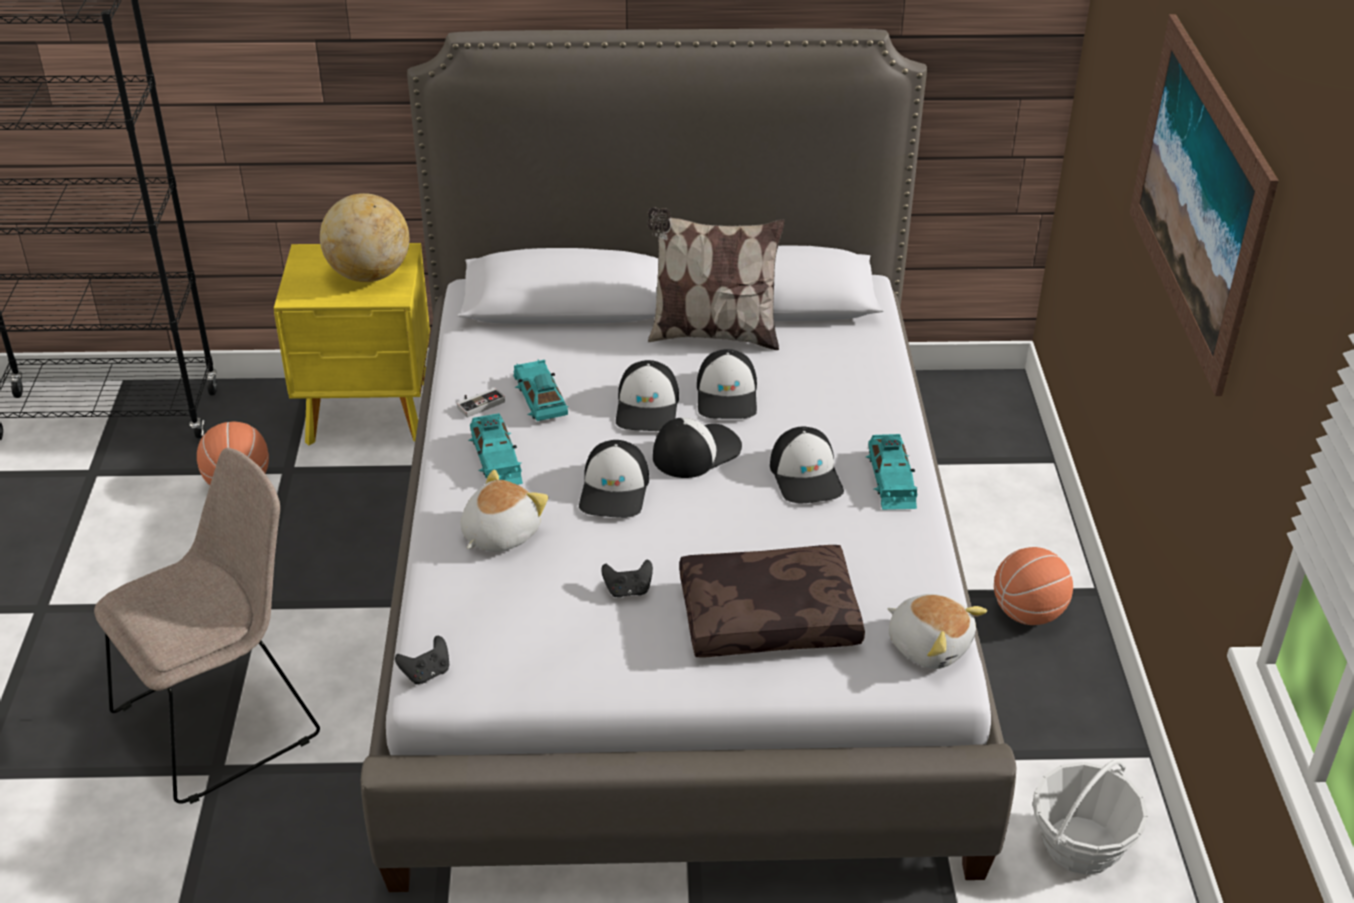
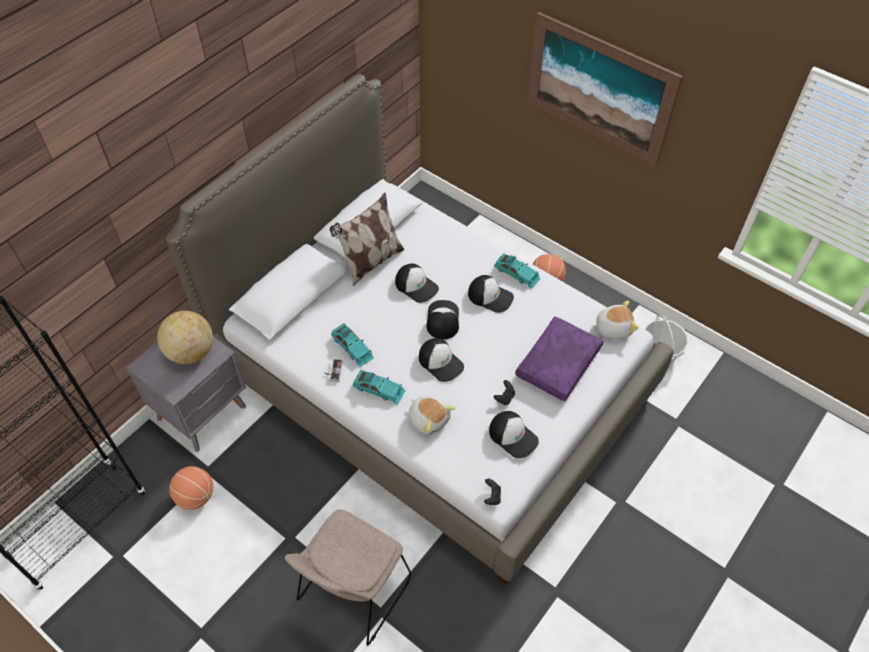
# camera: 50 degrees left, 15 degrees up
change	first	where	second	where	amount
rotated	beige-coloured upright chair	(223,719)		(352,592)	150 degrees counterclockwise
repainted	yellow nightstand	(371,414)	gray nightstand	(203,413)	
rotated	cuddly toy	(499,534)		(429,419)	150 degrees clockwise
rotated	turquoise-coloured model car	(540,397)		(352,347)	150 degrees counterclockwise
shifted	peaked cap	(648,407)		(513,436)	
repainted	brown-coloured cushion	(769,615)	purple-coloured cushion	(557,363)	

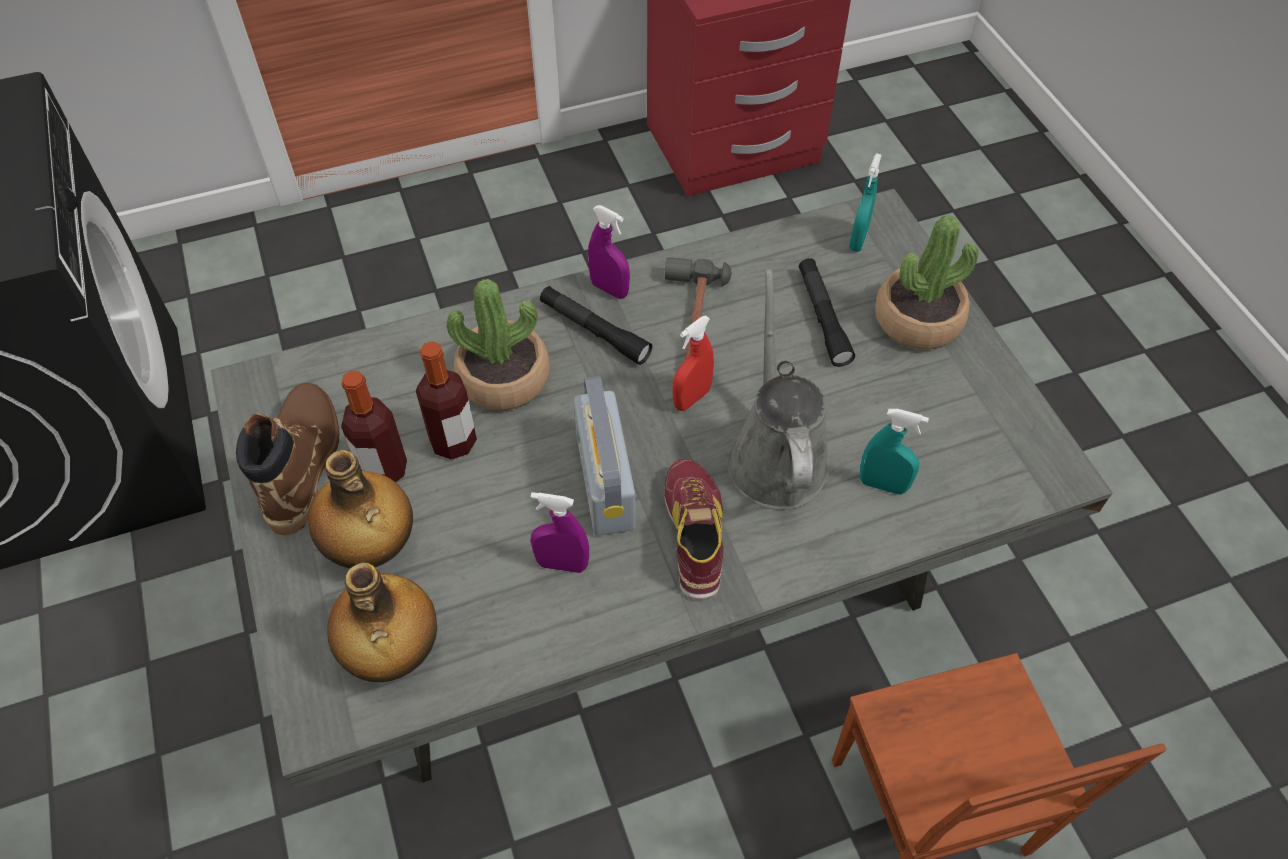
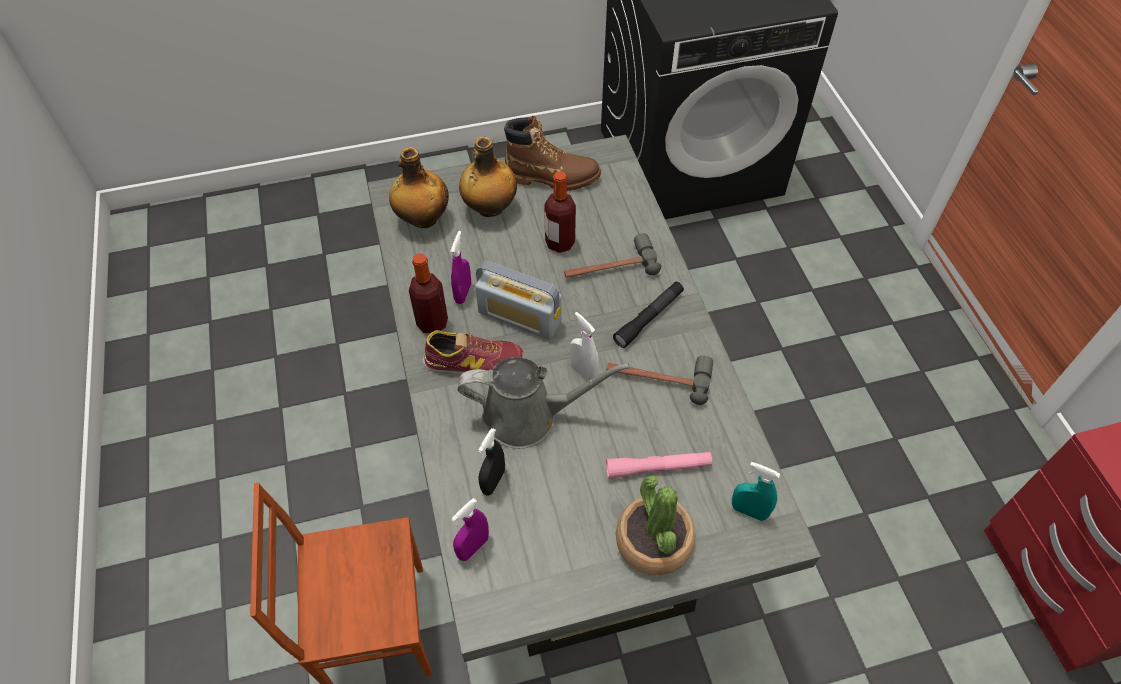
# camera: 95 degrees right, 0 degrees up
change	first	where	second	where	amount
shifted	beverage bottle	(384,470)		(432,323)	
swapped	houseplant	(504,378)	hammer	(609,268)	
rotated	radio	(605,481)		(519,317)	150 degrees counterclockwise
shifted	purple-coloured sprayer	(609,289)		(473,547)	
repainted	reddish sprayer	(691,398)	white sprayer	(583,371)	
repainted	black-coloured flashlight	(823,318)	pink-coloured flashlight	(658,468)	
repainted	turquoise-coloured sprayer	(883,485)	black-coloured sprayer	(493,481)	

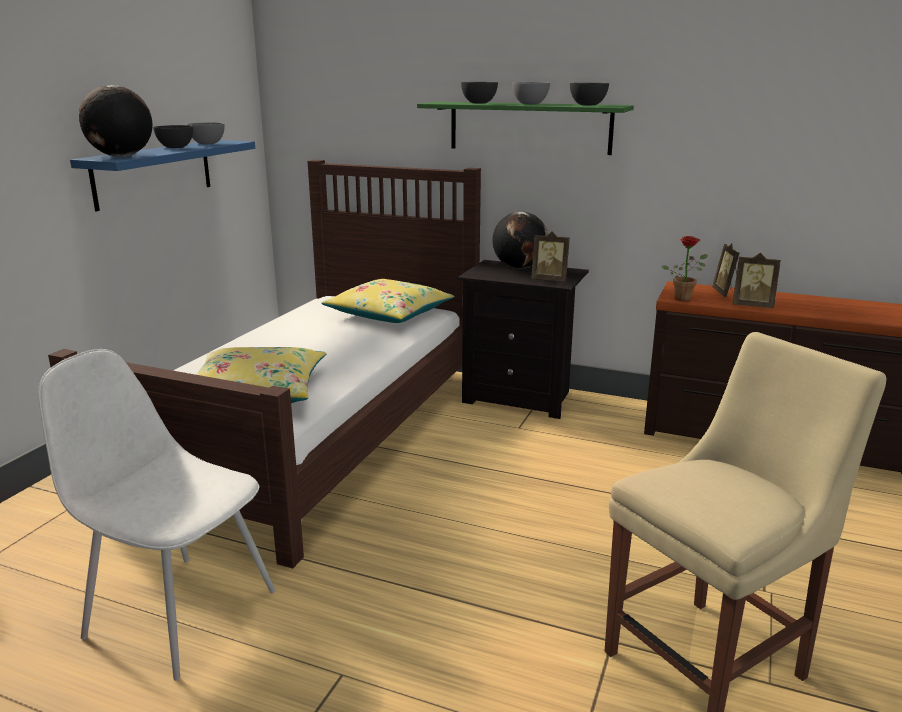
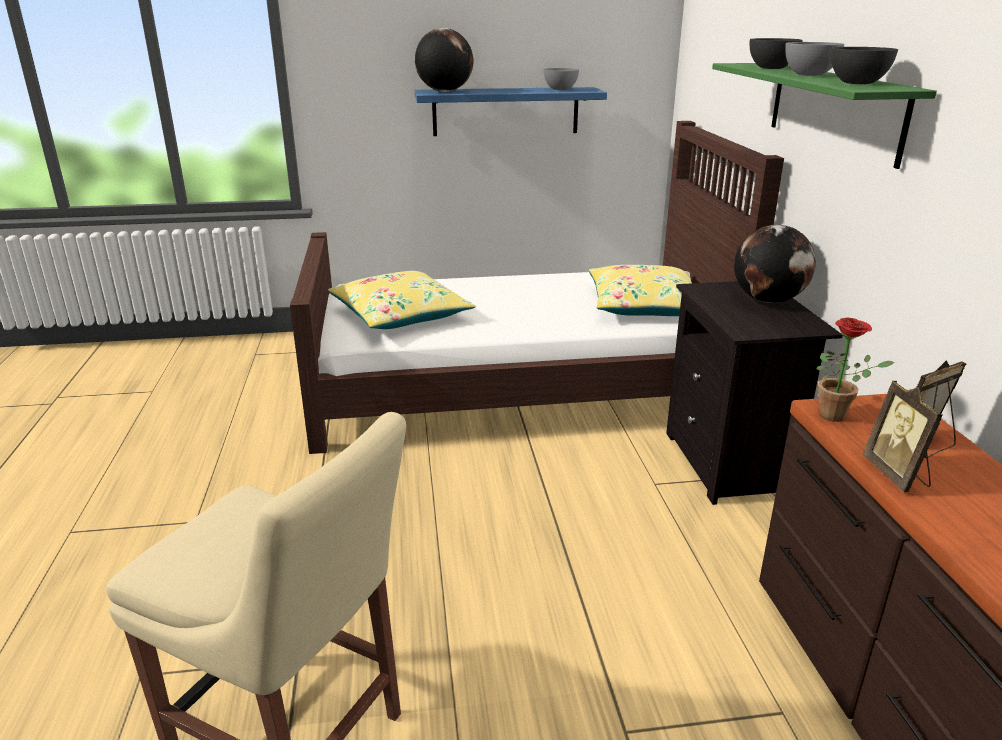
# camera: 60 degrees right, 5 degrees up
change	first	where	second	where	amount
gone	white upright chair	(178,612)			
gone	gray deep dish	(176,147)			
gone	standing frame	(550,280)			

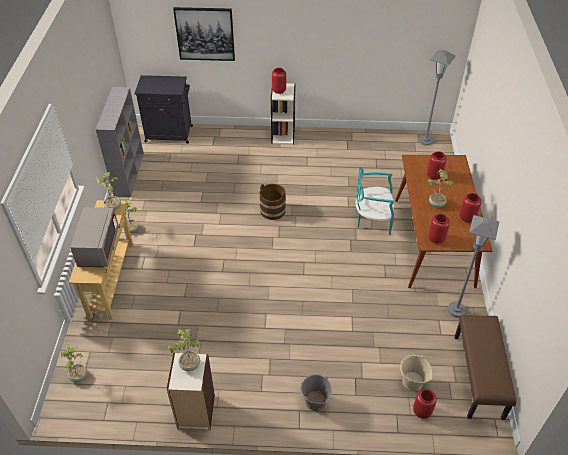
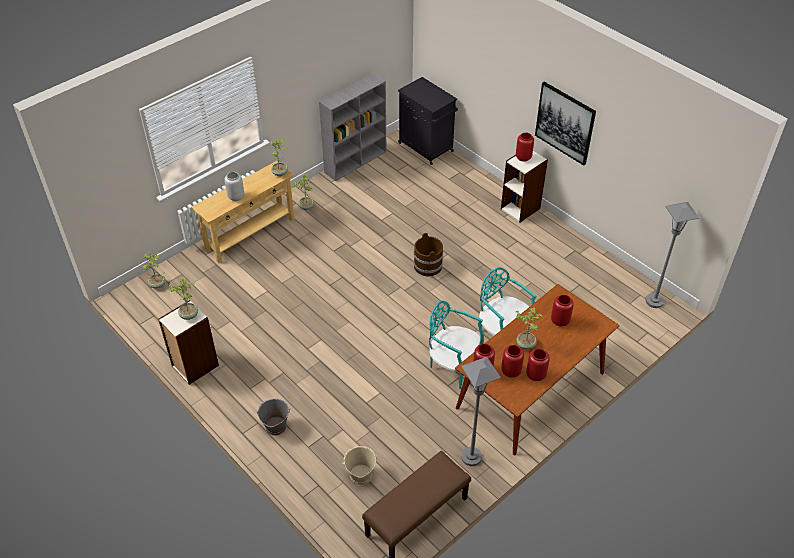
# camera: 45 degrees right, 0 degrees up
change	first	where	second	where	amount
swapped	gray microwave oven	(99,248)	gray decorative vase	(236,196)	
shifted	wall picture	(205,34)		(565,123)	
shifted	reddish decorative vase	(421,411)		(510,371)	
new			turquoise-coloured upright chair	(453,364)	

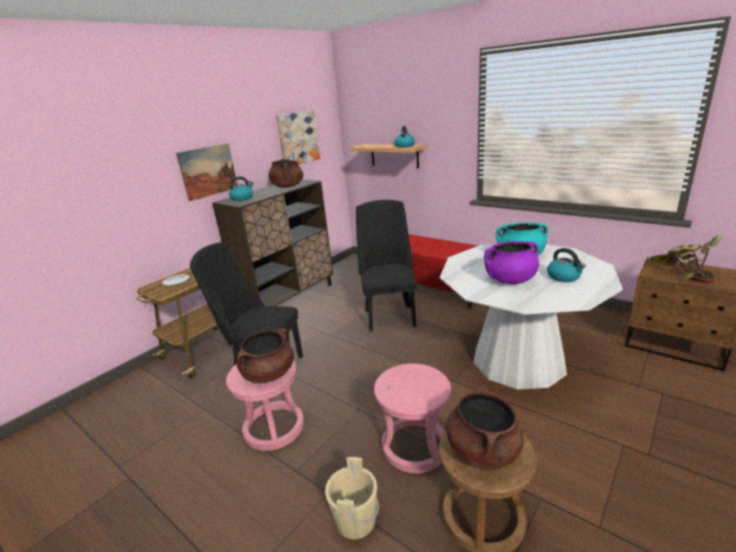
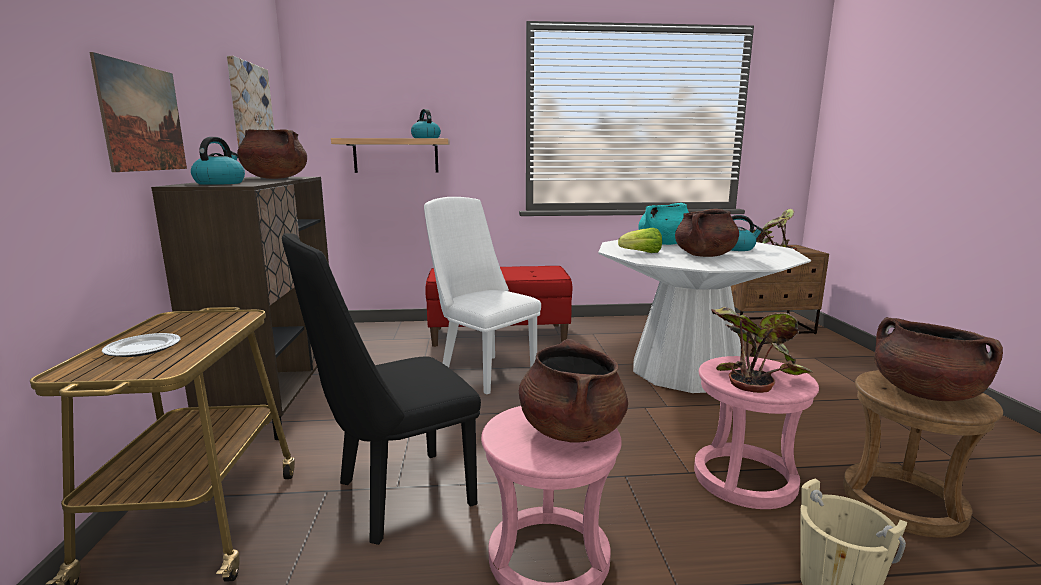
# camera: 45 degrees left, 10 degrees down
change	first	where	second	where	amount
repainted	black-coloured upright chair	(389,315)	white upright chair	(483,371)	
repainted	purple-coloured saucepot	(510,280)	brown-coloured saucepot	(704,255)	
new			lettuce head	(642,253)	
new			houseplant	(752,374)	

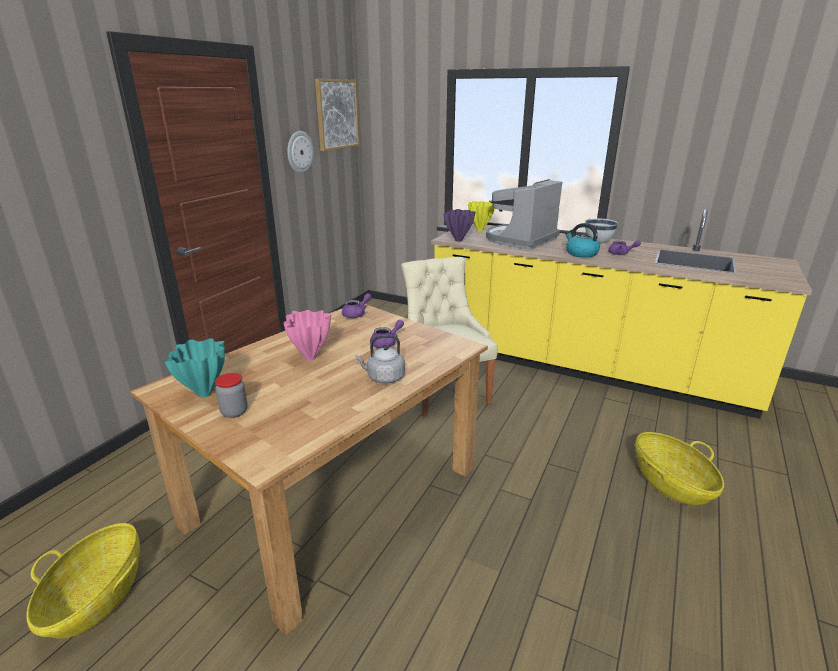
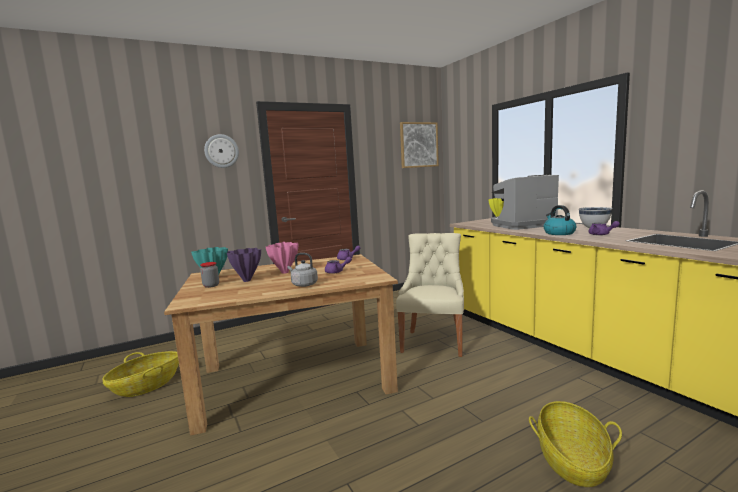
# camera: 35 degrees right, 15 degrees down
change	first	where	second	where	amount
shifted	clock on the wall	(299,152)		(221,151)	
shifted	purple-coloured decorative vase	(459,240)		(247,280)	

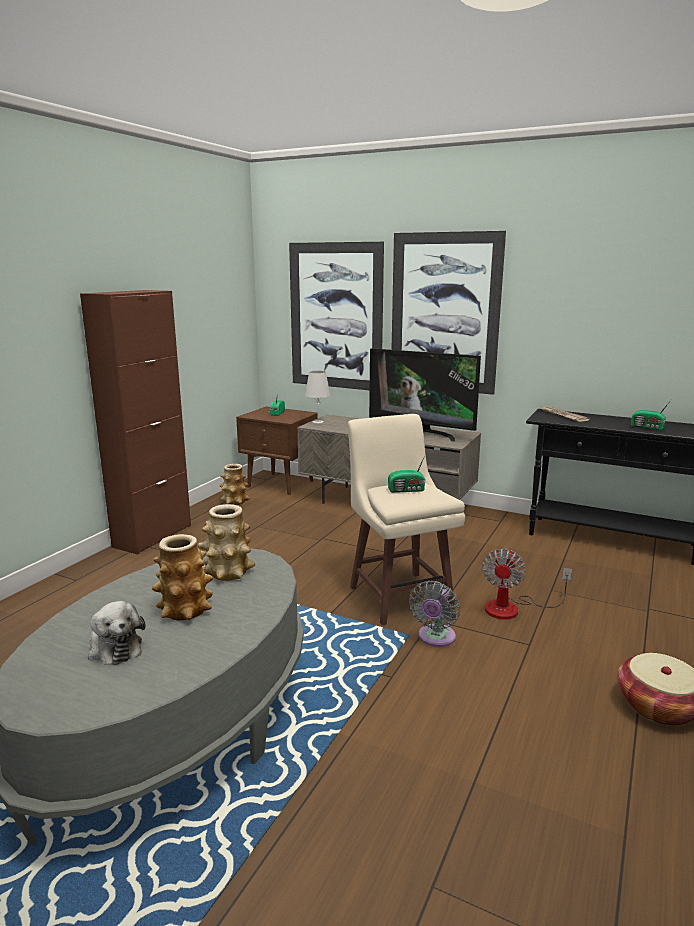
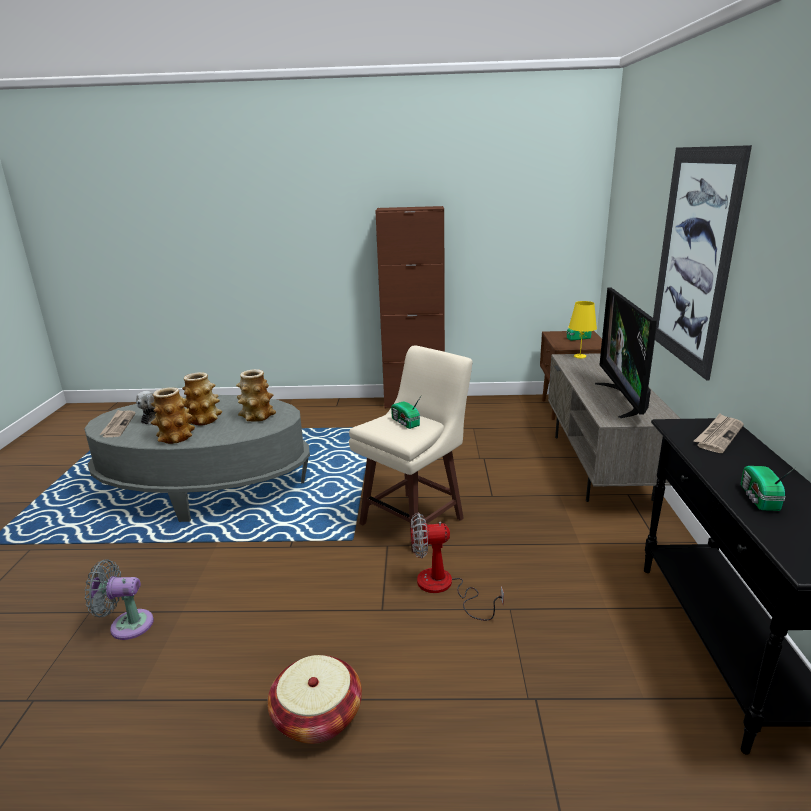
# camera: 65 degrees right, 5 degrees up
change	first	where	second	where	amount
shifted	decorative vase	(234,501)		(176,438)	
gone	wall picture	(335,316)			
repainted	white tabletop lamp	(318,422)	yellow tabletop lamp	(579,356)	
shifted	gray cooling fan	(435,638)		(127,625)	
new			printed paper	(118,425)	

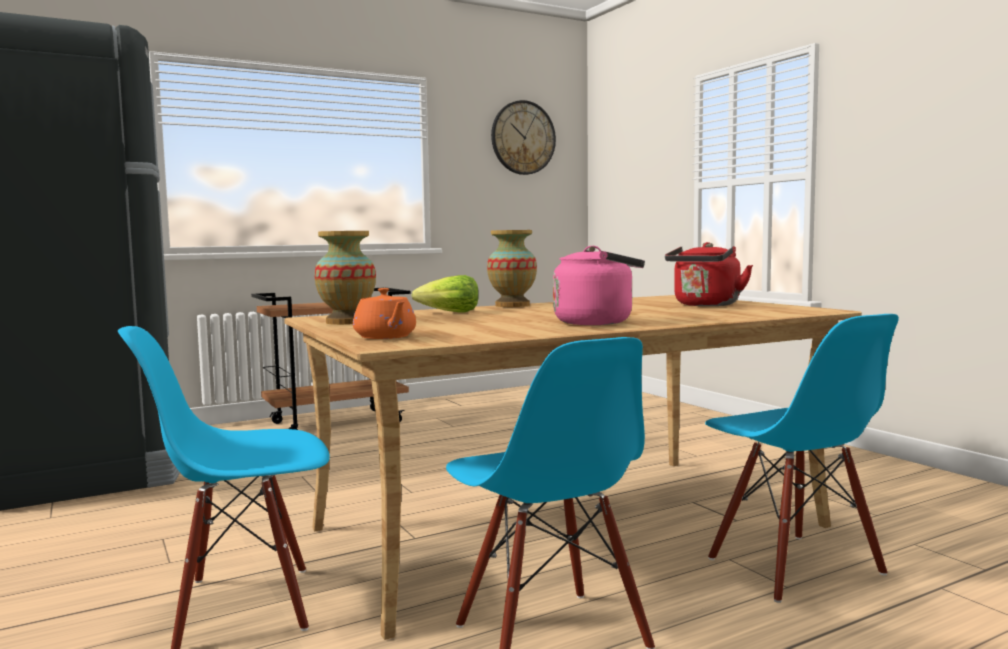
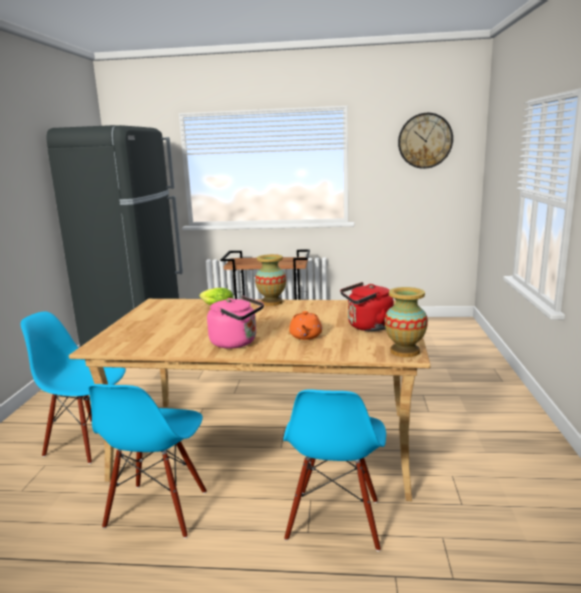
# camera: 35 degrees right, 10 degrees up
change	first	where	second	where	amount
shifted	decorative vase	(347,322)		(405,351)	
shifted	orange teapot	(385,337)		(305,336)	

